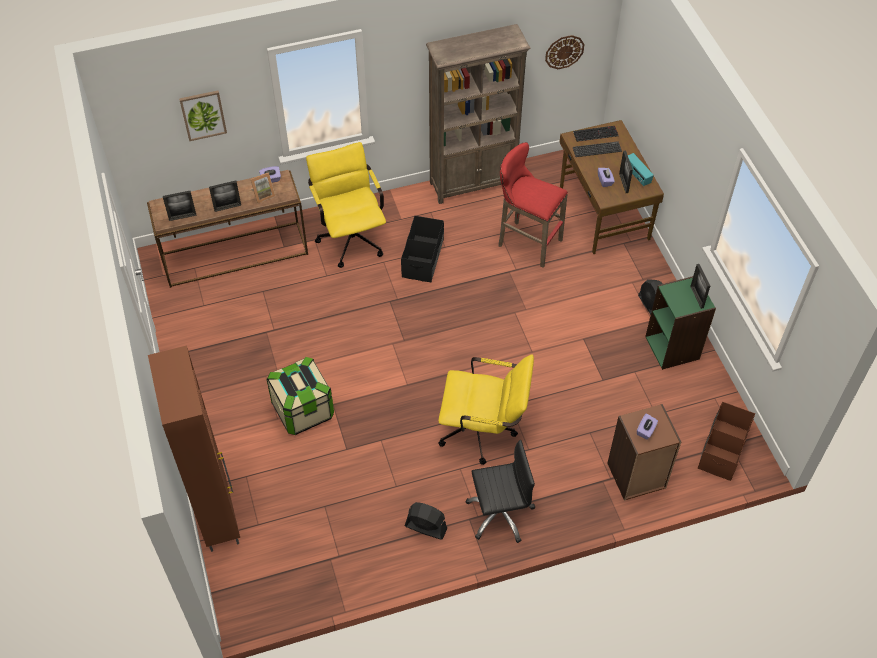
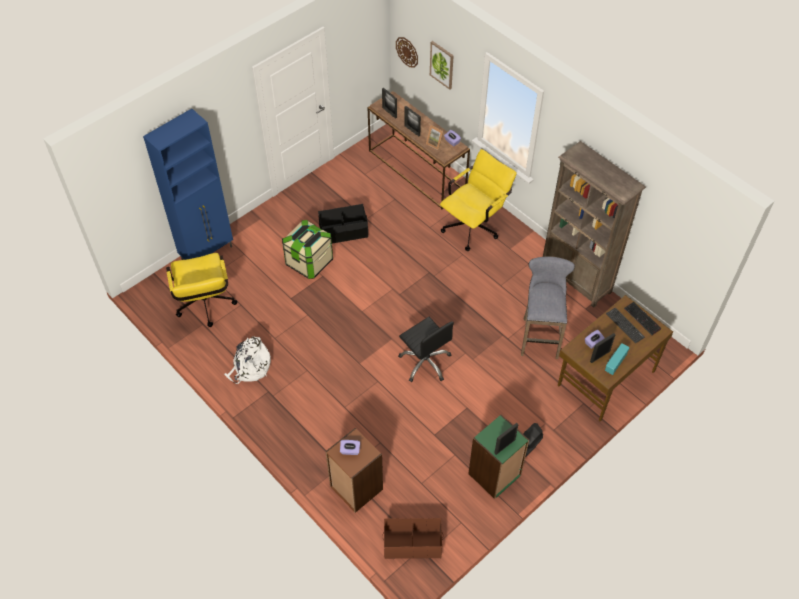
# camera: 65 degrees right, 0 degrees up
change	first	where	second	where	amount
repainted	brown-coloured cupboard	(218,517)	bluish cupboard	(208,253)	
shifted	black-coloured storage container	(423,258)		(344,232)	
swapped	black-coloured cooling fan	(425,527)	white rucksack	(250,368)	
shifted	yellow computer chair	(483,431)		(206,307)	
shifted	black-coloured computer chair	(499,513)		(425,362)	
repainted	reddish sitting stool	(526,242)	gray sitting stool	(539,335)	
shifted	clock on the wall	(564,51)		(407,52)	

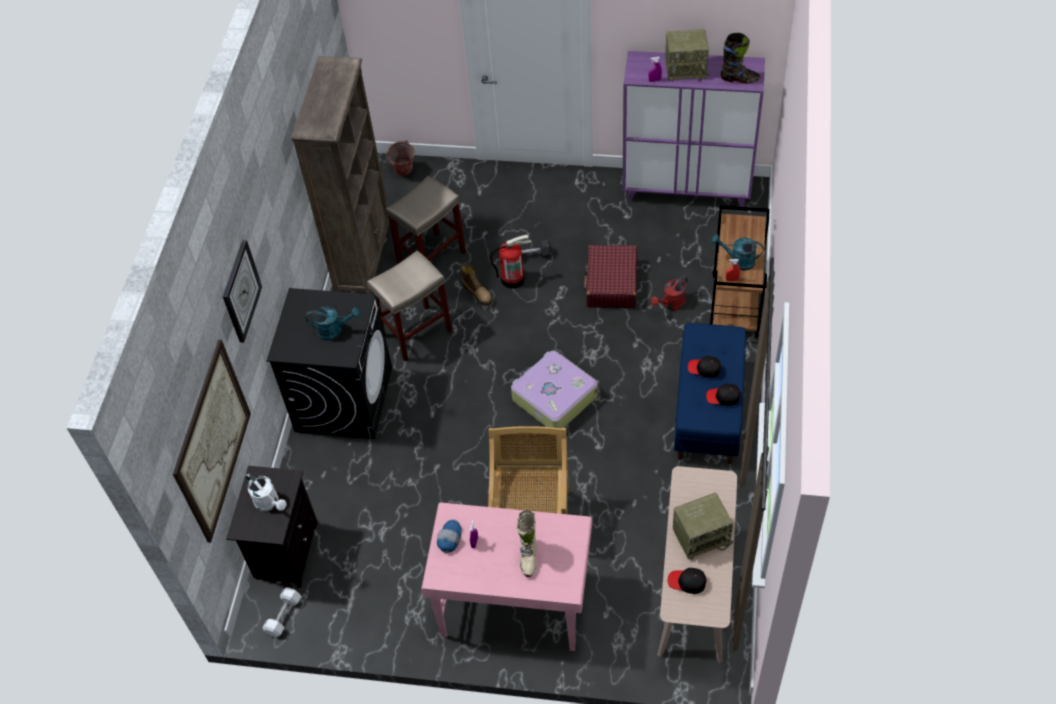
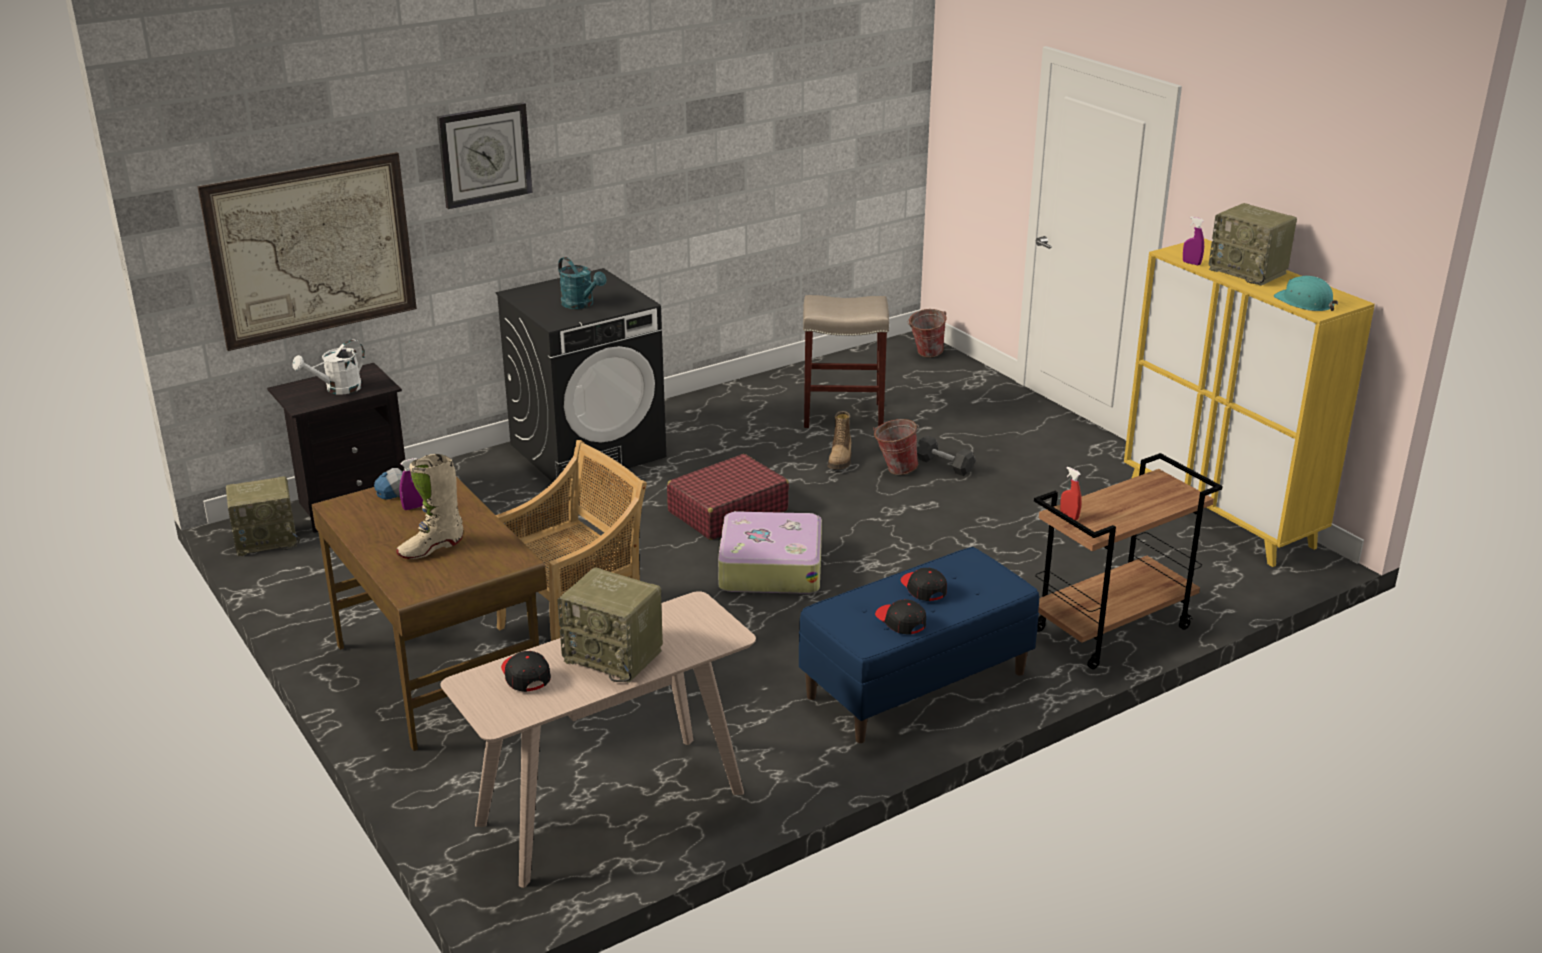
# camera: 45 degrees right, 25 degrees down
change	first	where	second	where	amount
rotated	white watering pot	(269,503)		(337,389)	45 degrees clockwise
swapped	white free weight	(283,616)	radio	(267,539)	
gone	brown-coloured bookshelf	(364,257)			
gone	beige-coloured sitting stool	(416,332)			
repainted	pink-coloured desk	(513,602)	brown-coloured desk	(439,672)	
swapped	fire extinguisher	(513,278)	bucket	(894,469)	
shifted	reddish travel case	(611,284)		(727,511)	
repainted	purple-coloured cupboard	(687,189)	yellow cupboard	(1220,516)	
gone	reddish watering pot	(671,304)			
gone	turquoise-coloured watering pot	(738,261)			
swapped	black-coloured tall boot	(739,79)	turquoise-coloured safety helmet	(1305,302)	

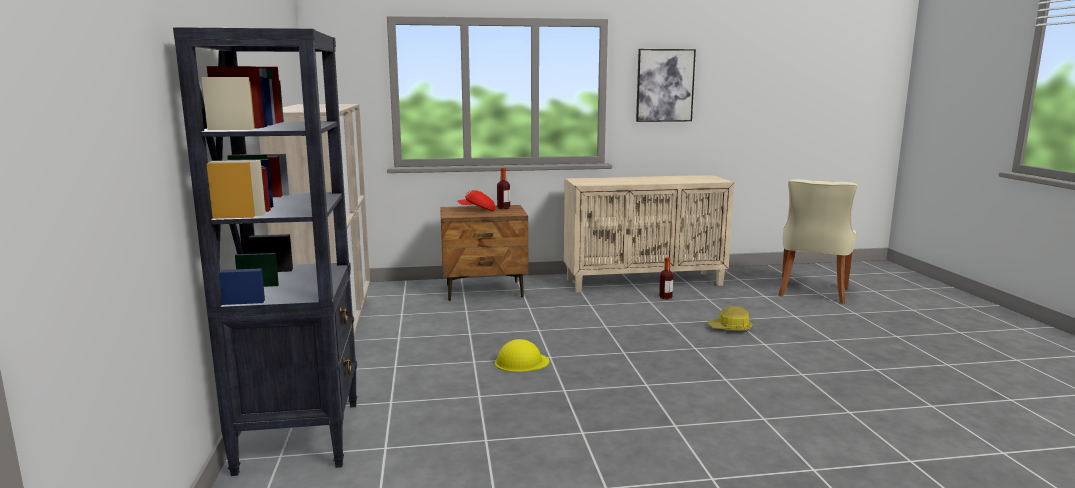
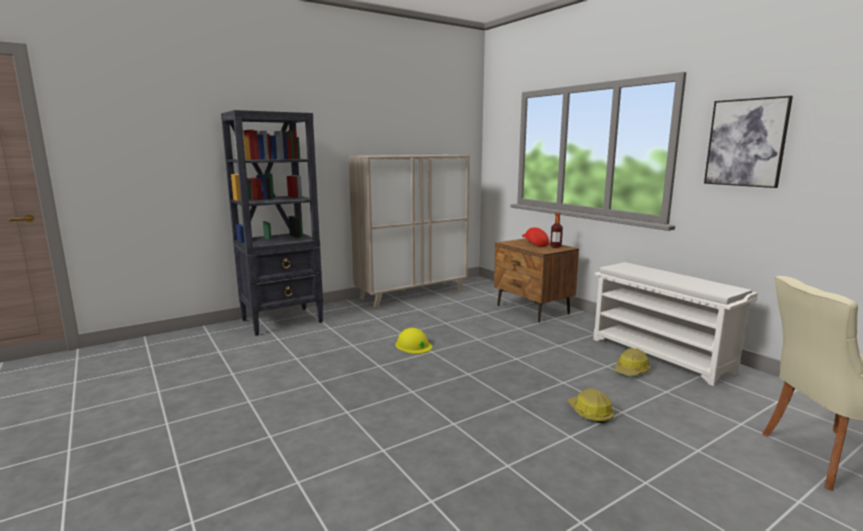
# camera: 65 degrees right, 0 degrees up
change	first	where	second	where	amount
swapped	beige-coloured cupboard	(644,282)	white shoe stand	(661,355)	
swapped	beverage bottle	(665,297)	safety helmet	(631,371)	

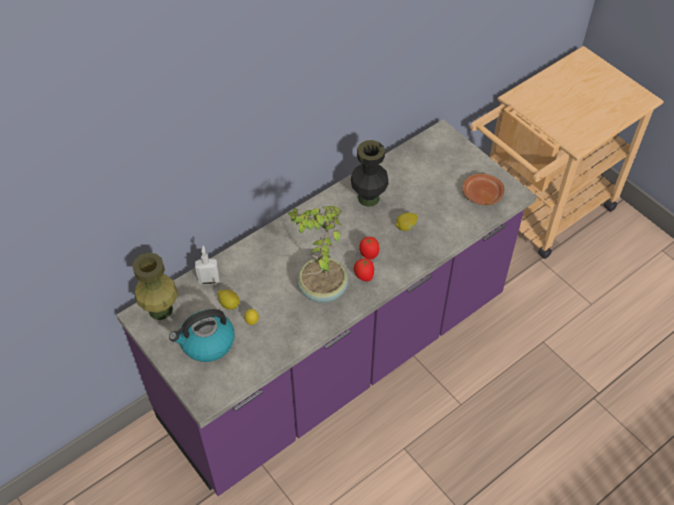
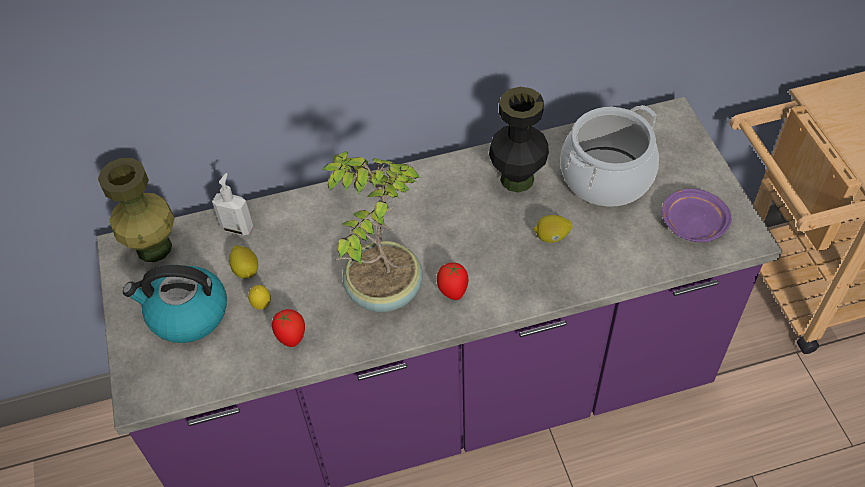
# camera: 25 degrees right, 0 degrees up
change	first	where	second	where	amount
shifted	tomato	(368,254)		(291,337)	
repainted	brown-coloured flat dish	(481,194)	purple-coloured flat dish	(692,223)	
new			saucepot	(606,177)	

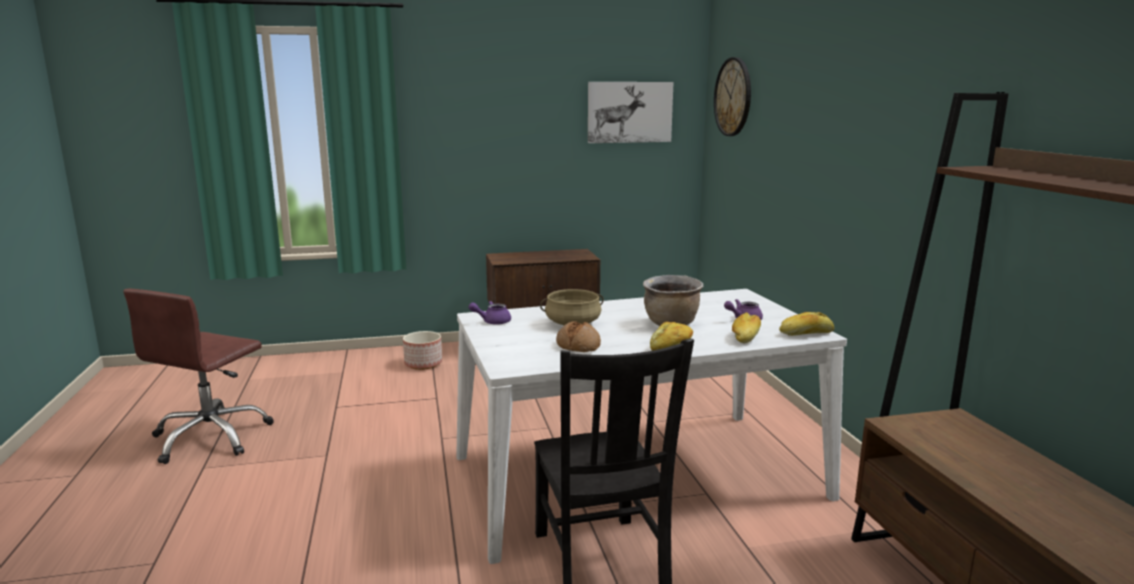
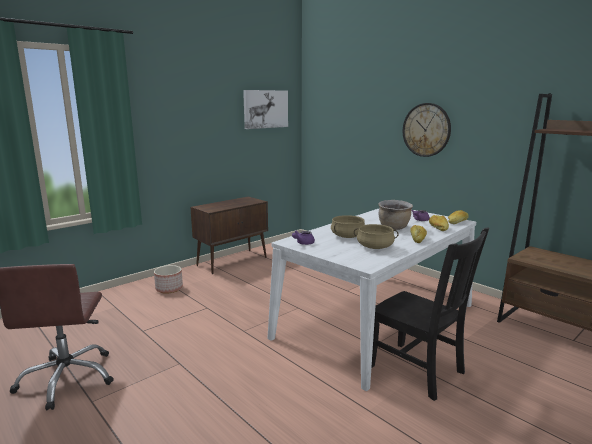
# camera: 30 degrees left, 0 degrees up
change	first	where	second	where	amount
swapped	bakery bread	(578,345)	beige-coloured saucepot	(375,247)	
shifted	clock on the wall	(733,97)		(426,130)	

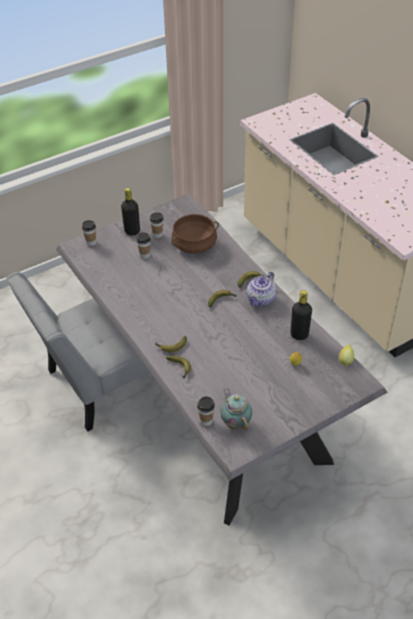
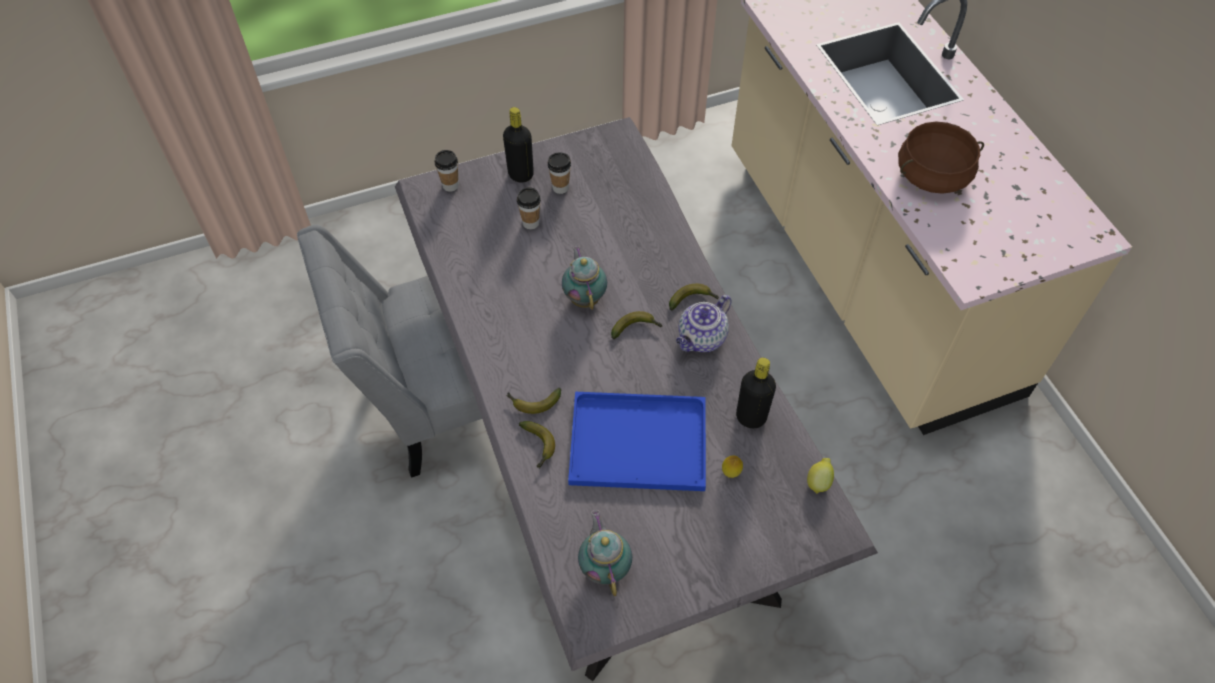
# camera: 10 degrees right, 10 degrees up
change	first	where	second	where	amount
shifted	brown-coloured saucepot	(194,245)		(932,176)	
gone	drinking cup	(206,421)			
new			teapot	(585,297)	
new			bluish serving tray	(641,441)	

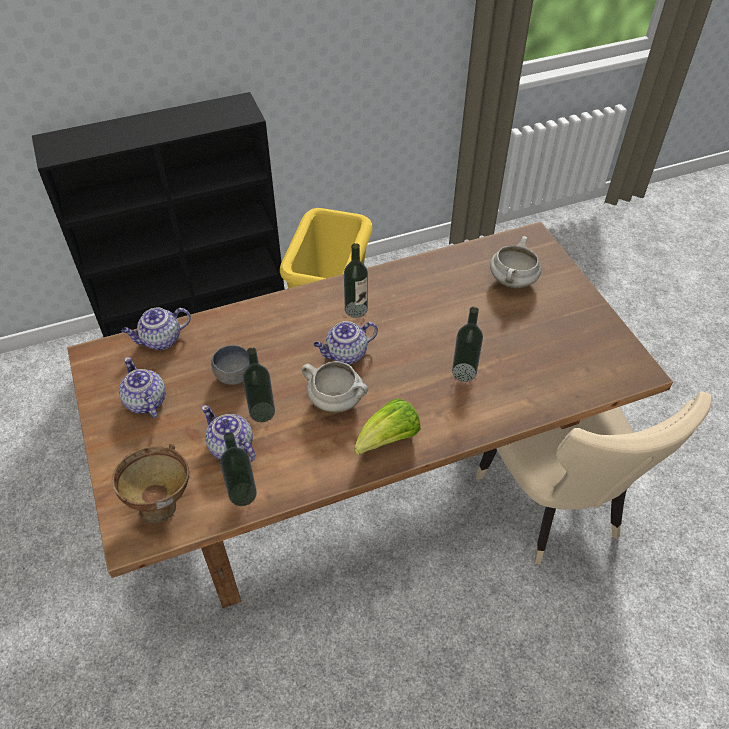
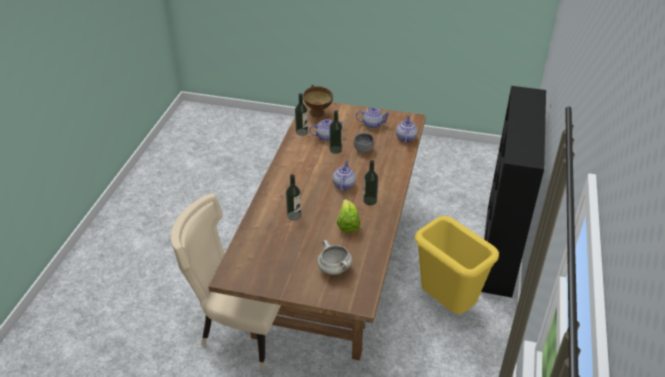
# camera: 125 degrees right, 10 degrees down
change	first	where	second	where	amount
gone	white saucepot	(336,400)			
shifted	lettuce head	(388,440)		(347,224)	

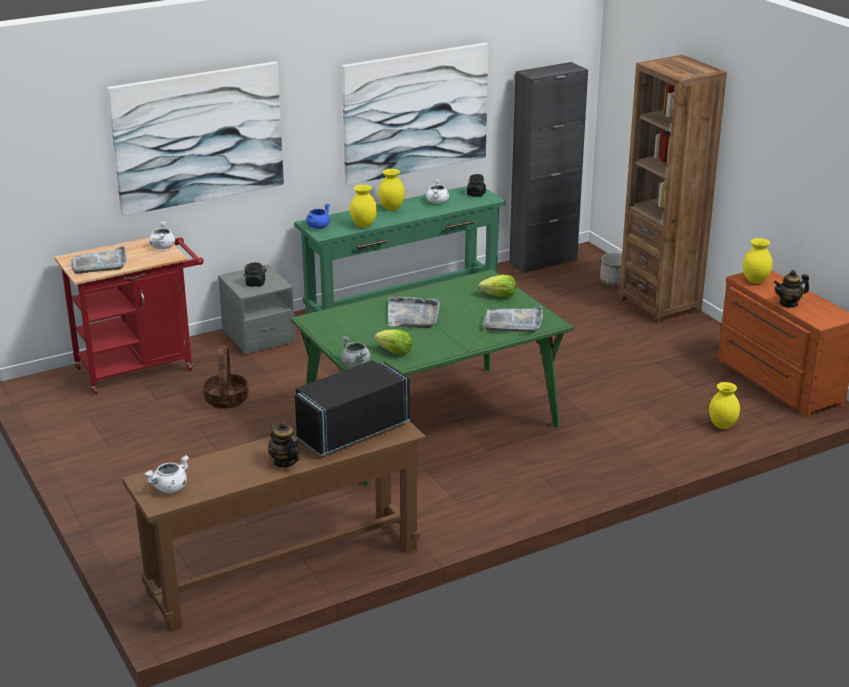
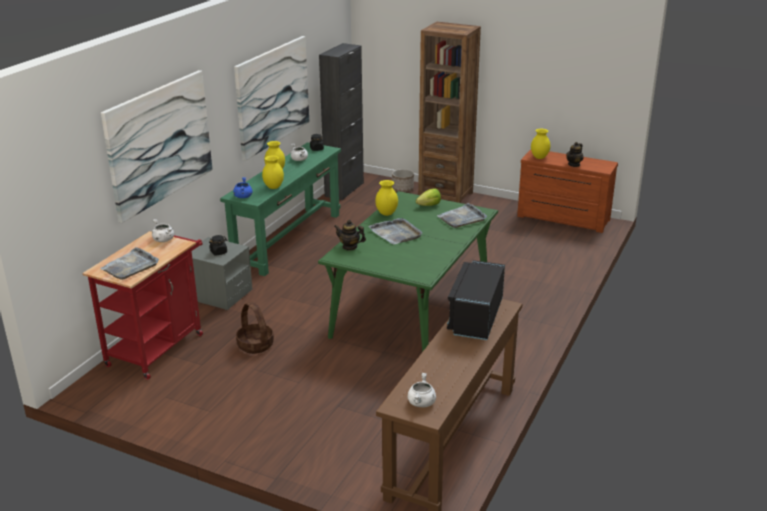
# camera: 35 degrees left, 0 degrees up
change	first	where	second	where	amount
shifted	teapot	(285,462)		(350,247)	
gone	gray saucepot	(356,364)			
gone	lettuce head	(394,352)			
shifted	yellow decorative vase	(722,425)		(386,213)	

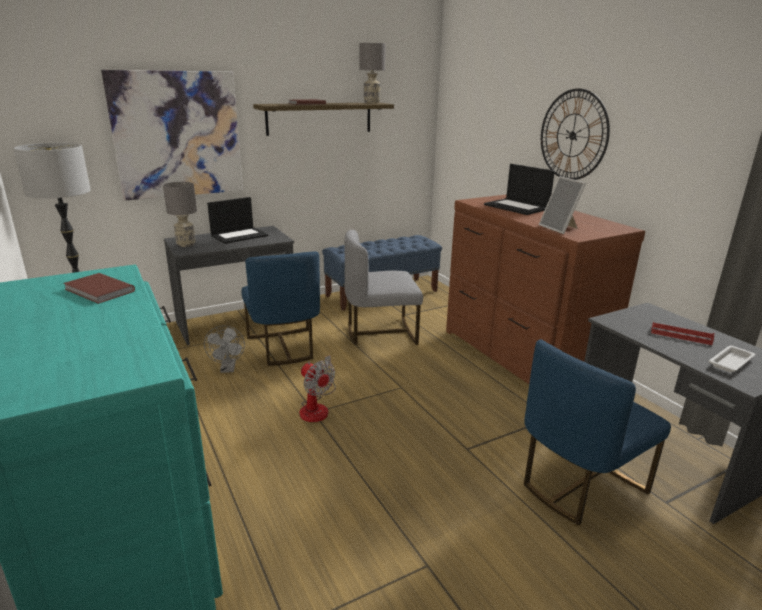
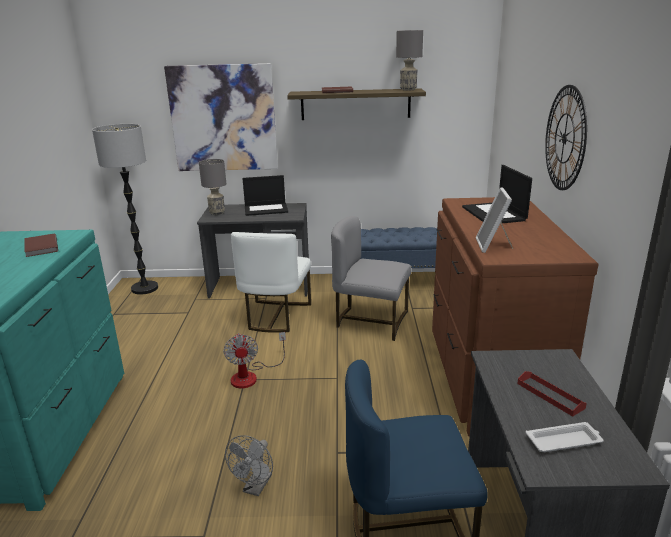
# camera: 30 degrees right, 0 degrees up
change	first	where	second	where	amount
shifted	gray cooling fan	(228,369)		(255,488)	
repainted	bluish upright chair	(283,347)	white upright chair	(276,316)	

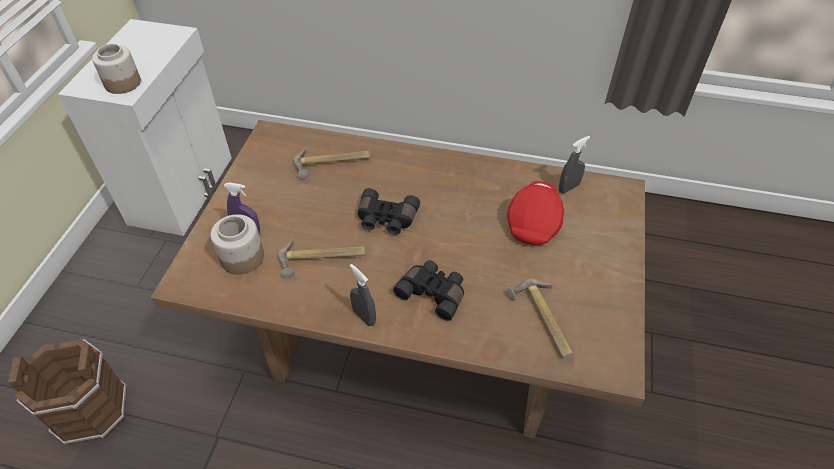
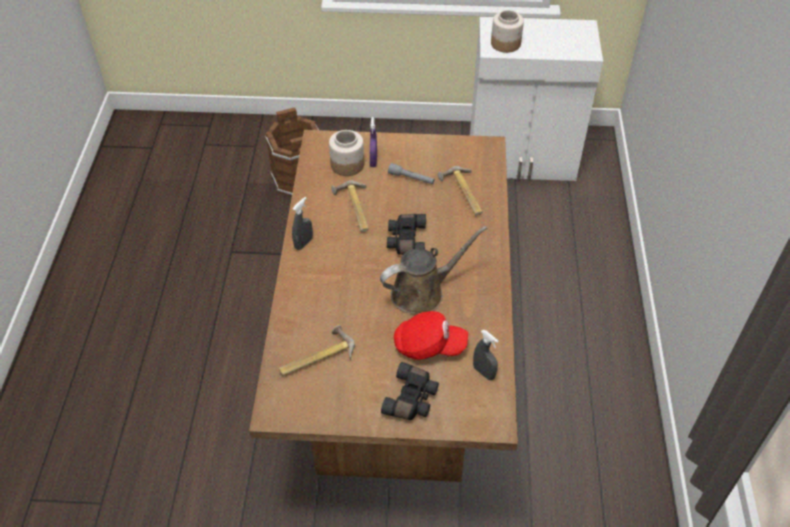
# camera: 80 degrees right, 0 degrees up
change	first	where	second	where	amount
shifted	black-coloured binoculars	(433,293)		(412,399)	
new			brown-coloured watering pot	(422,292)	
new			gray flashlight	(411,178)	

